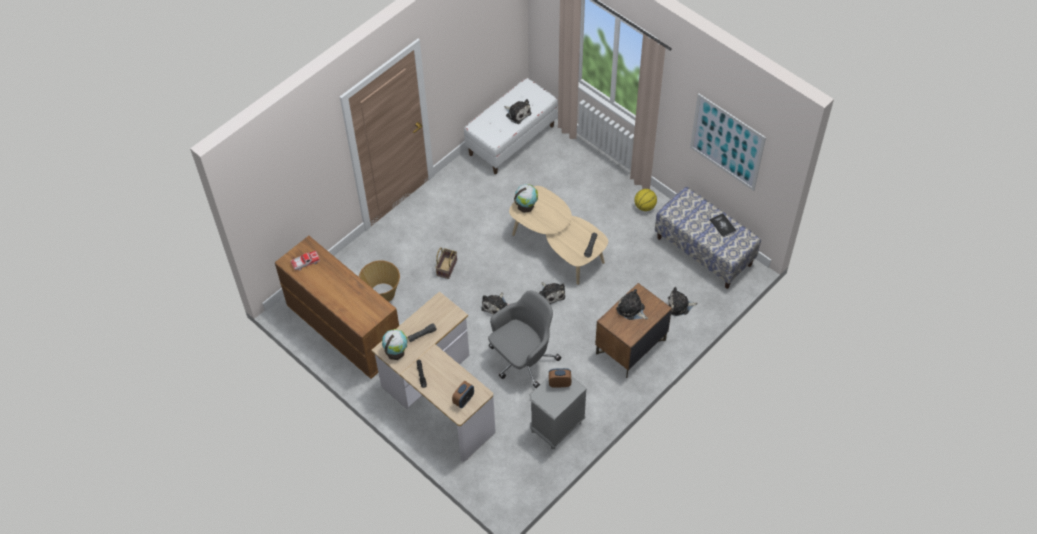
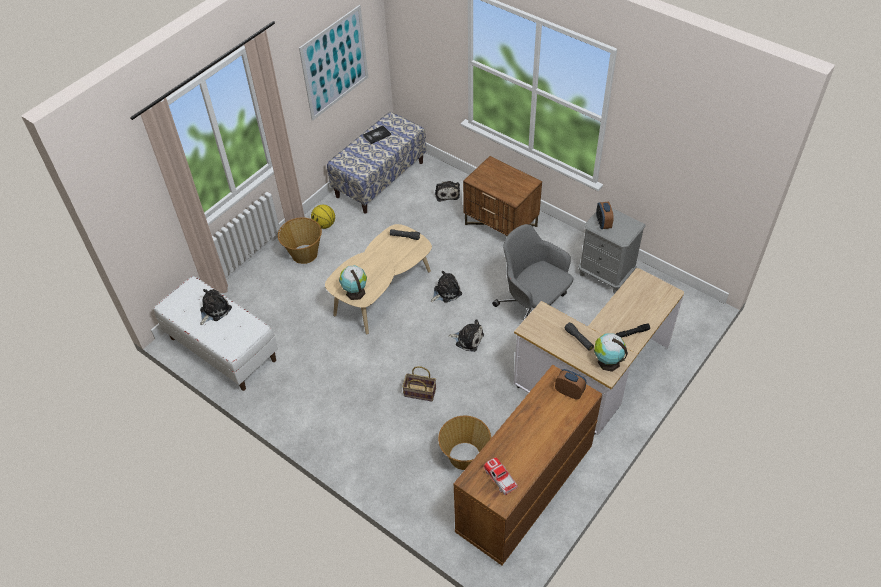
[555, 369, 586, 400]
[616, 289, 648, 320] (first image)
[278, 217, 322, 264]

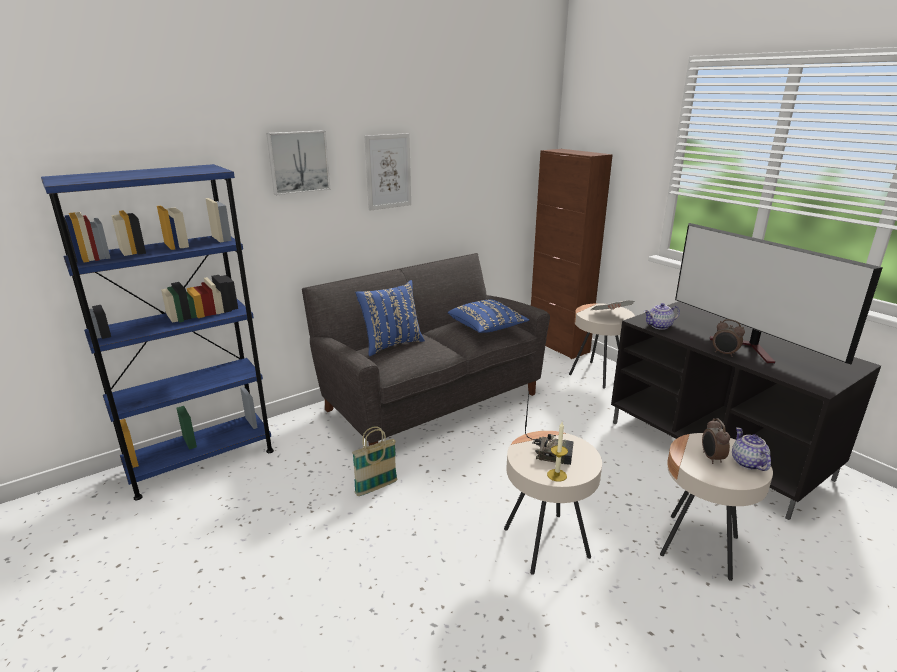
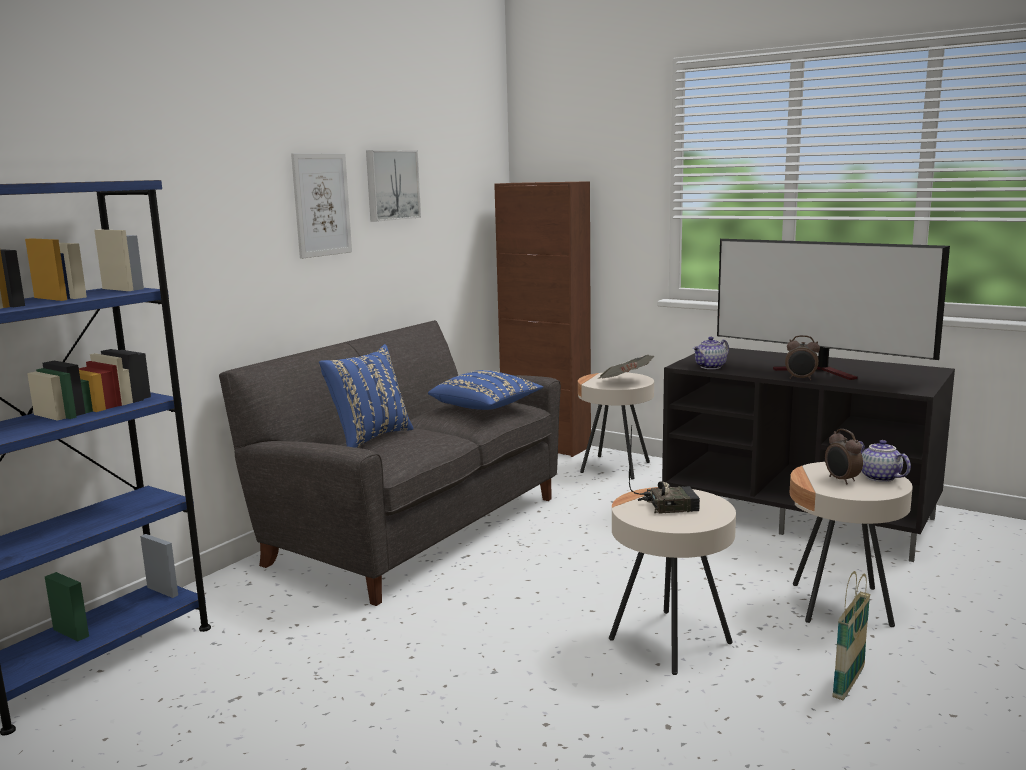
[366, 150, 421, 222]
[832, 571, 870, 700]
[547, 422, 568, 482] (first image)

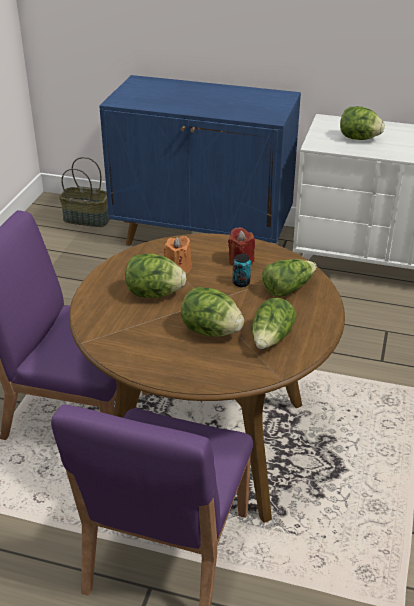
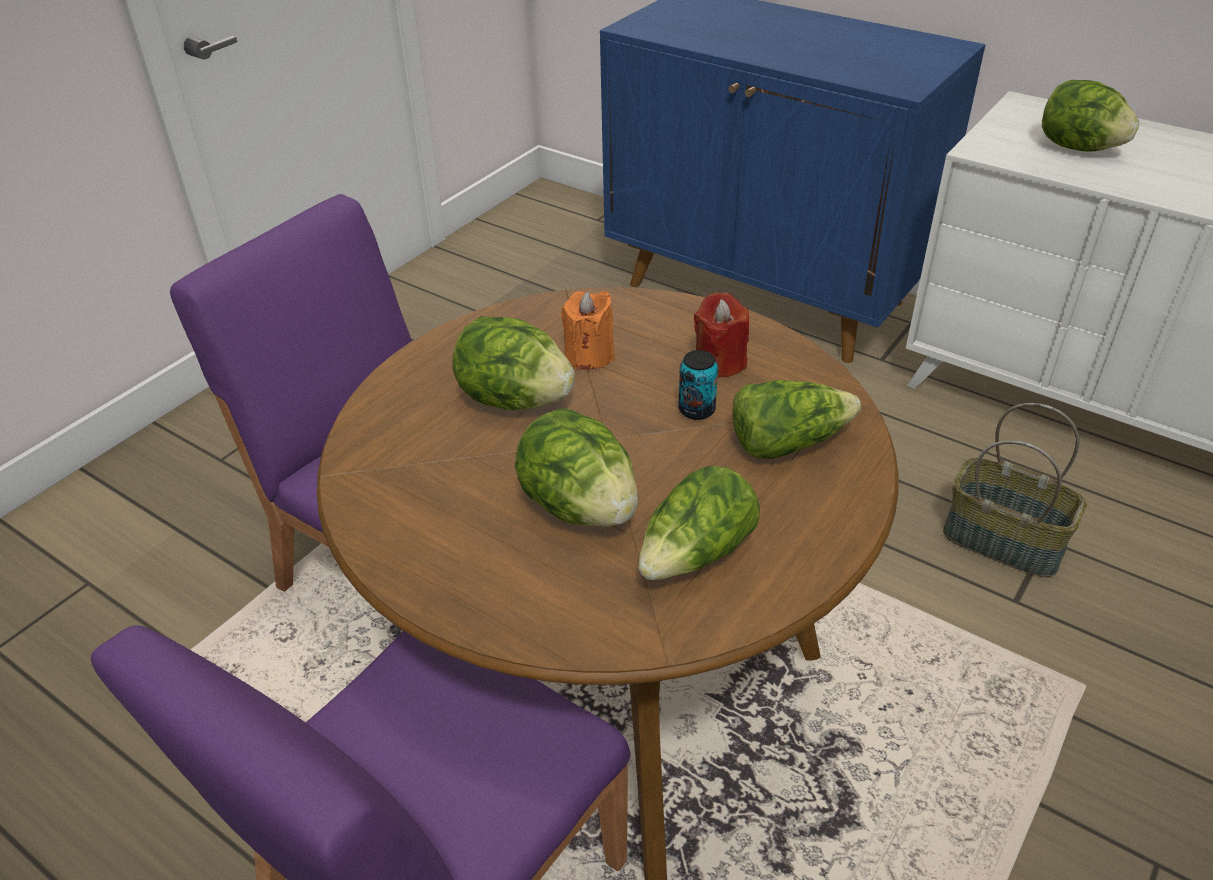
[943, 403, 1087, 578]

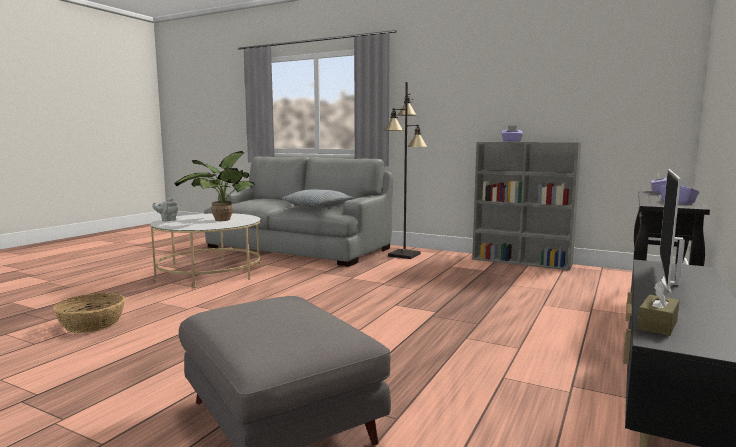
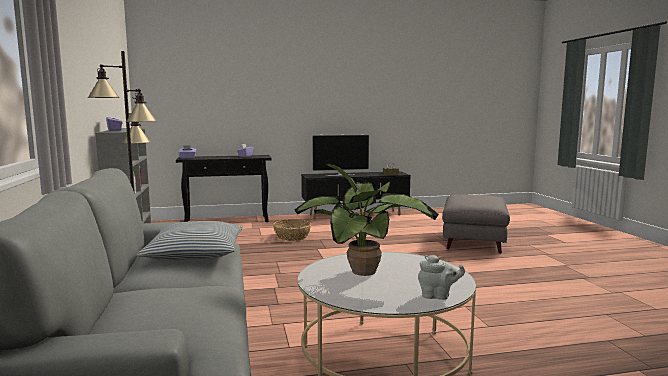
[273, 219, 311, 241]

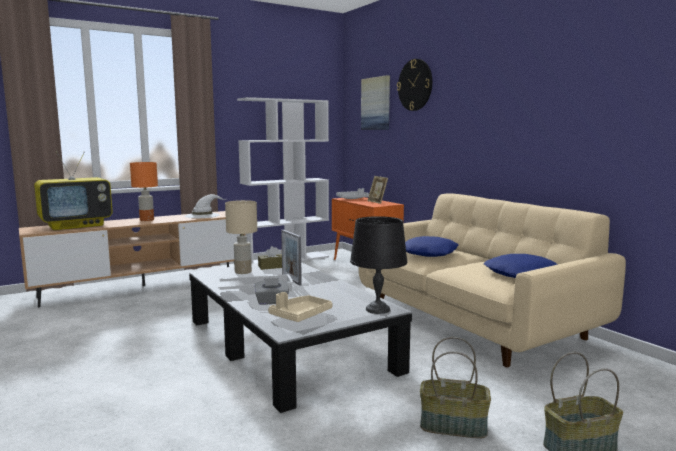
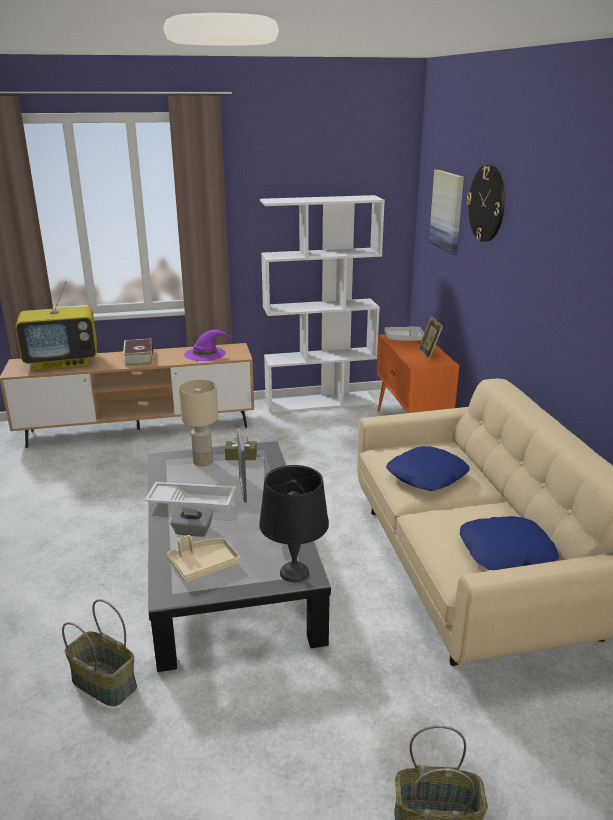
[123, 338, 153, 366]
[184, 330, 233, 361]
[62, 599, 137, 707]

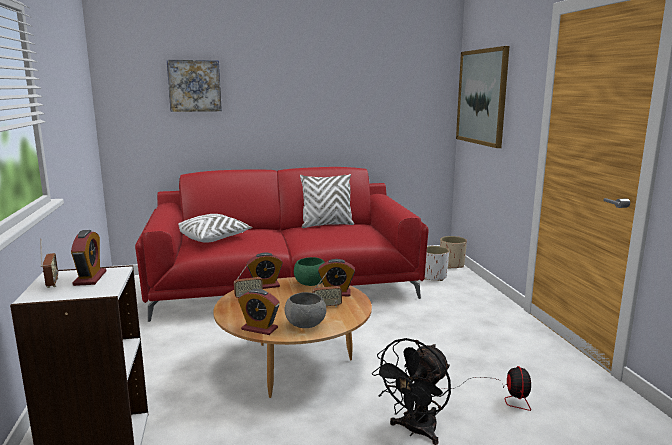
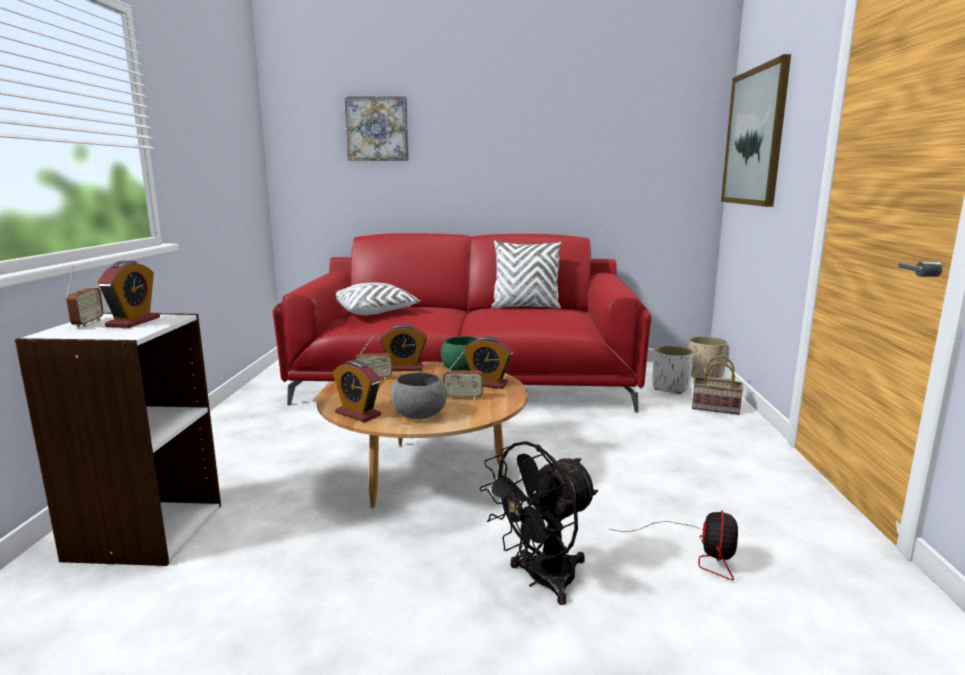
[692, 356, 743, 415]

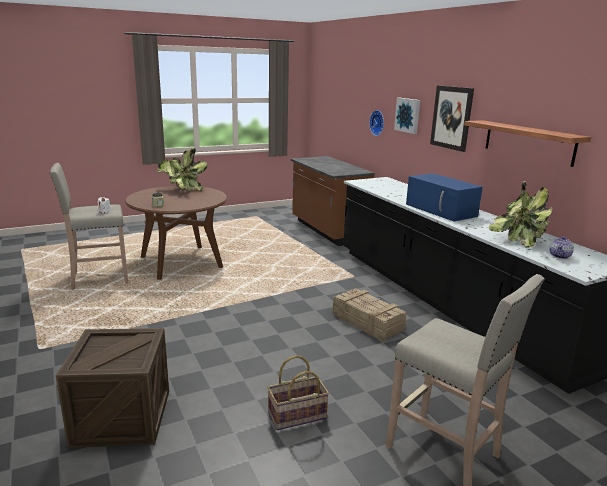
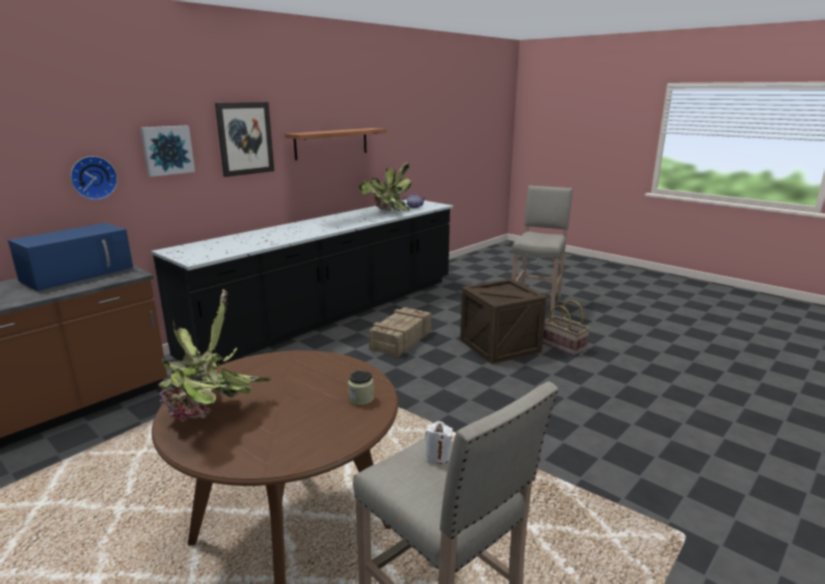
[460, 279, 547, 364]
[8, 223, 133, 291]

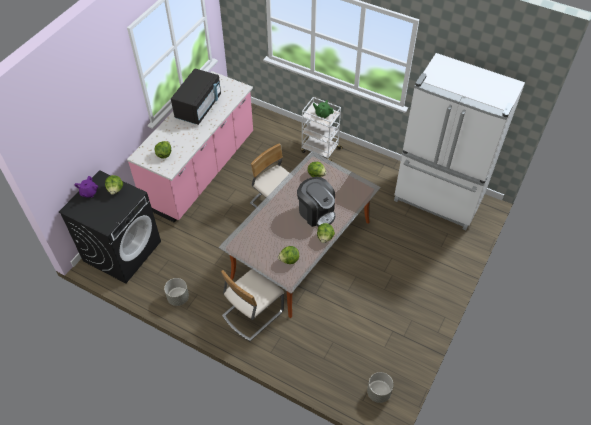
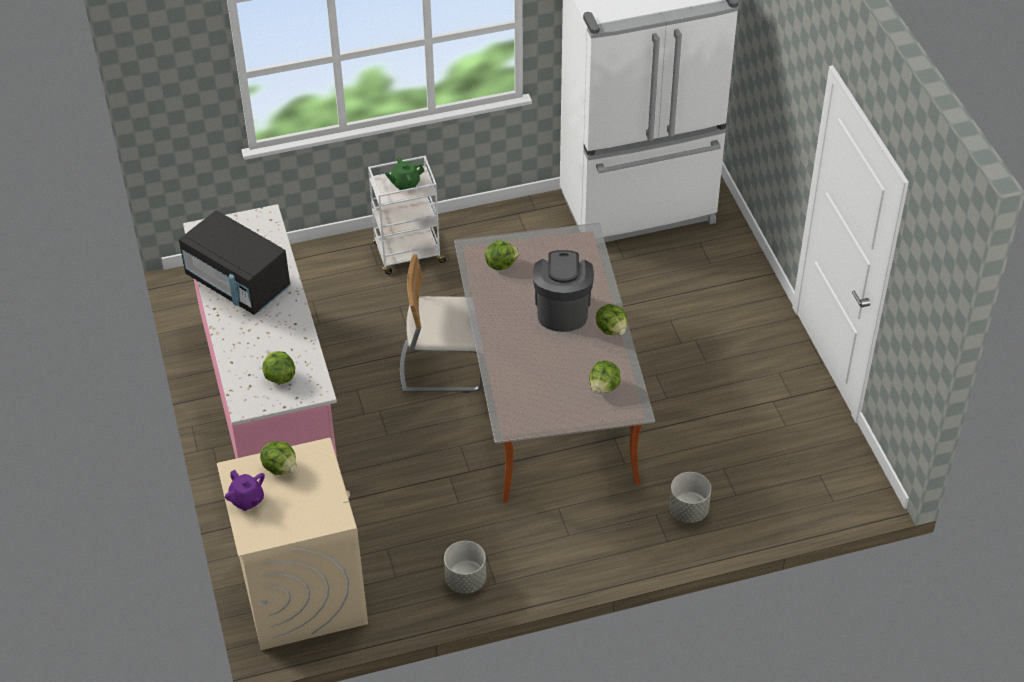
[217, 438, 368, 650]
[179, 210, 291, 315]
[221, 269, 284, 341] (first image)
[533, 250, 594, 332]
[669, 472, 711, 523]

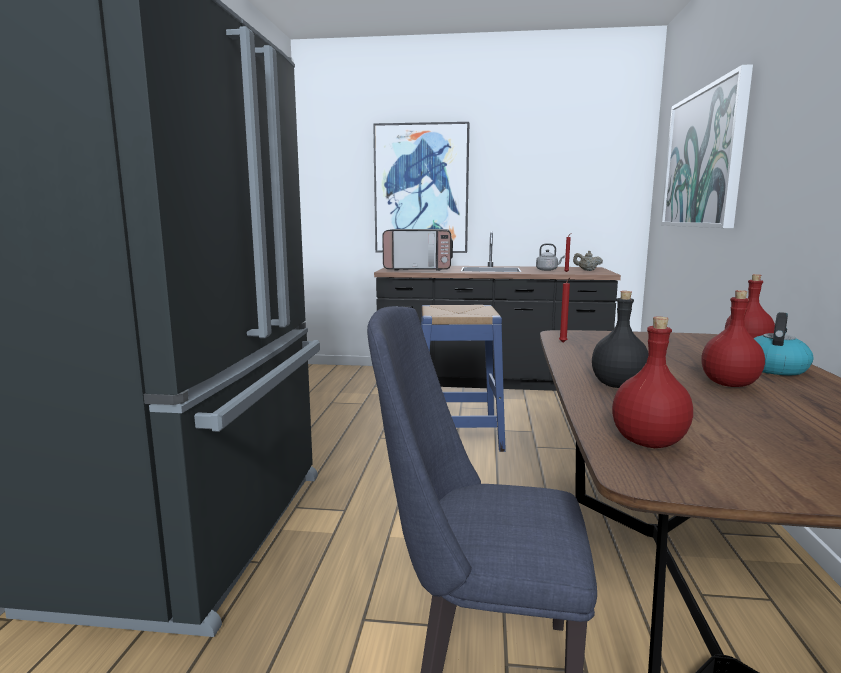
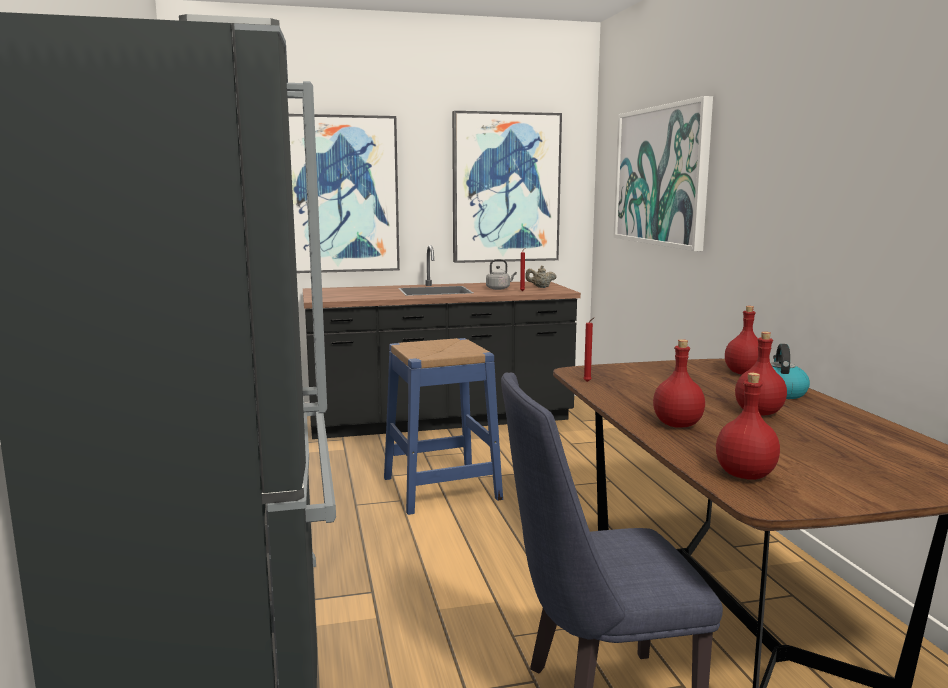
[382, 229, 453, 271] (first image)
[653, 339, 705, 428]
[452, 111, 562, 263]

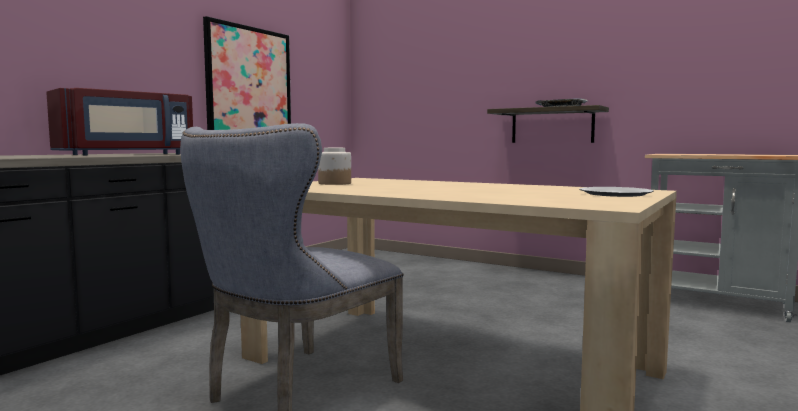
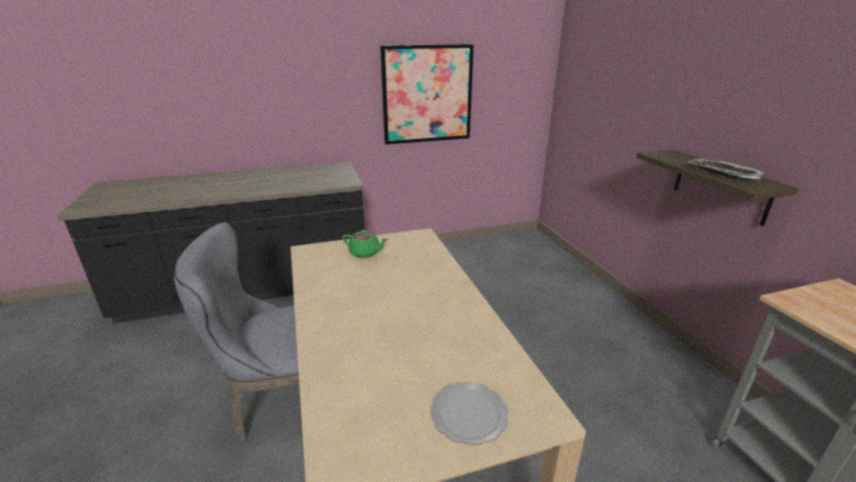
[46, 88, 193, 156] (first image)
[342, 230, 388, 258]

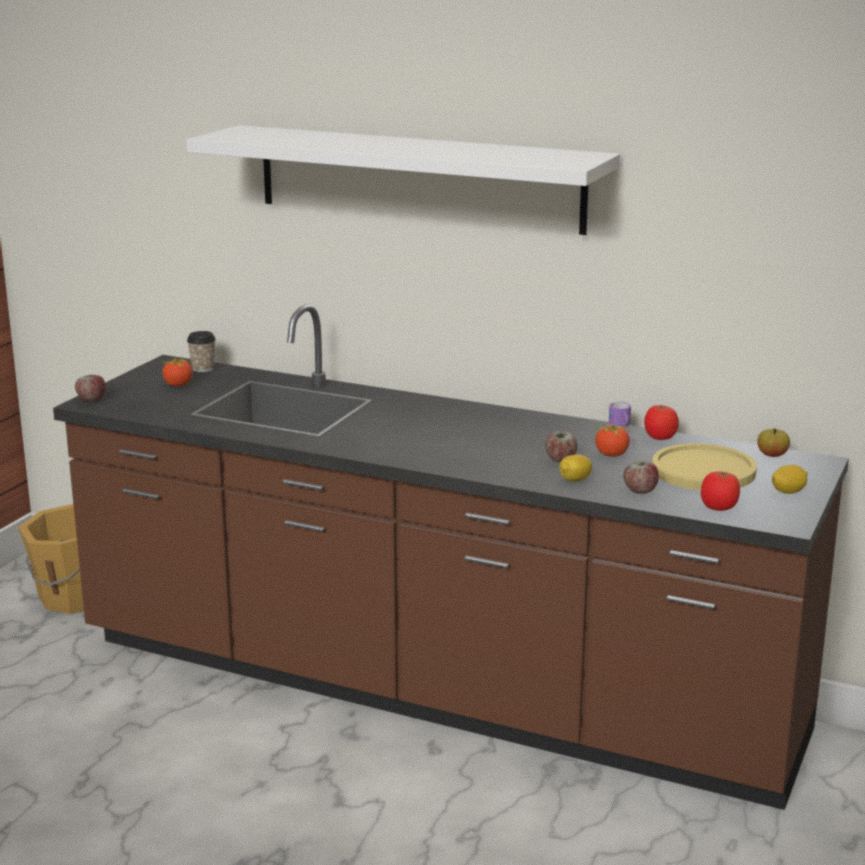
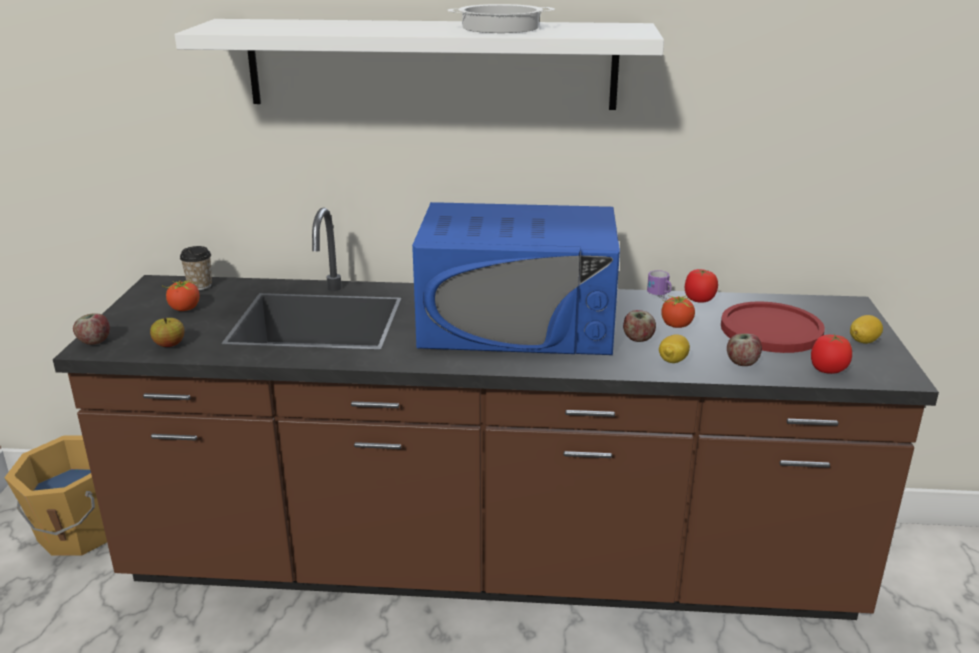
[721, 301, 825, 353]
[150, 318, 185, 347]
[412, 202, 620, 355]
[447, 4, 555, 33]

